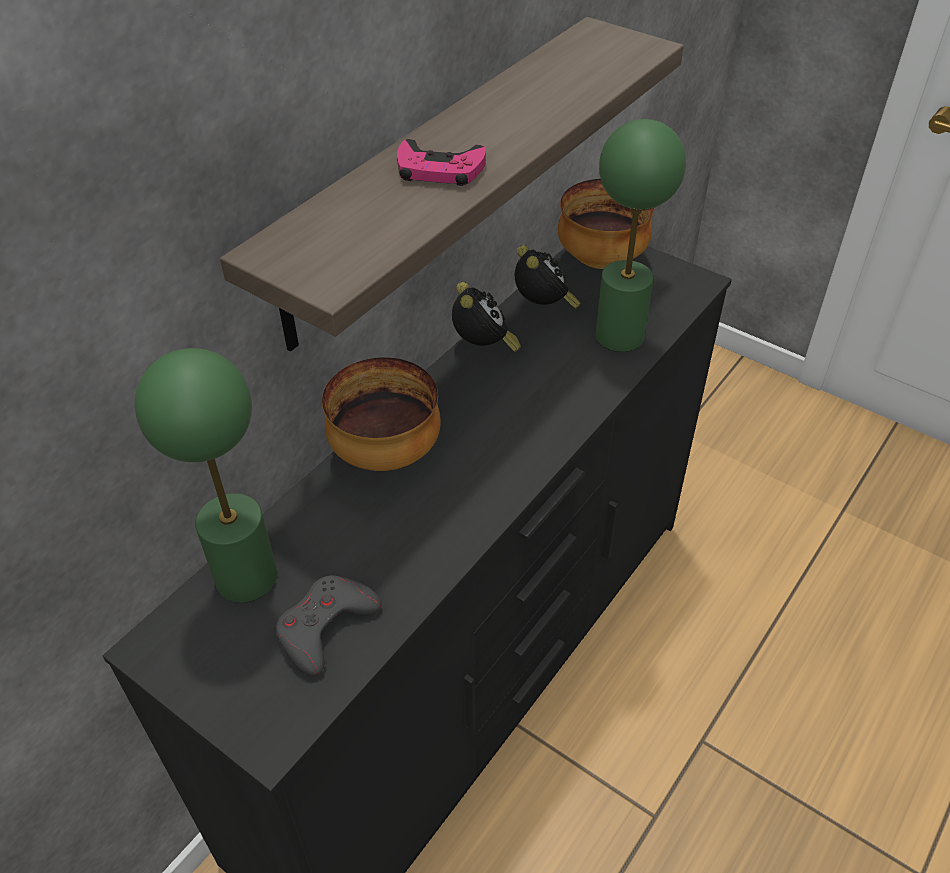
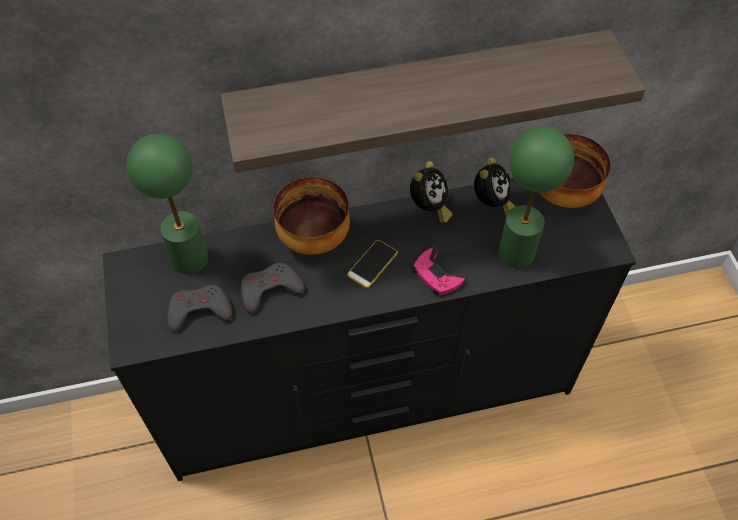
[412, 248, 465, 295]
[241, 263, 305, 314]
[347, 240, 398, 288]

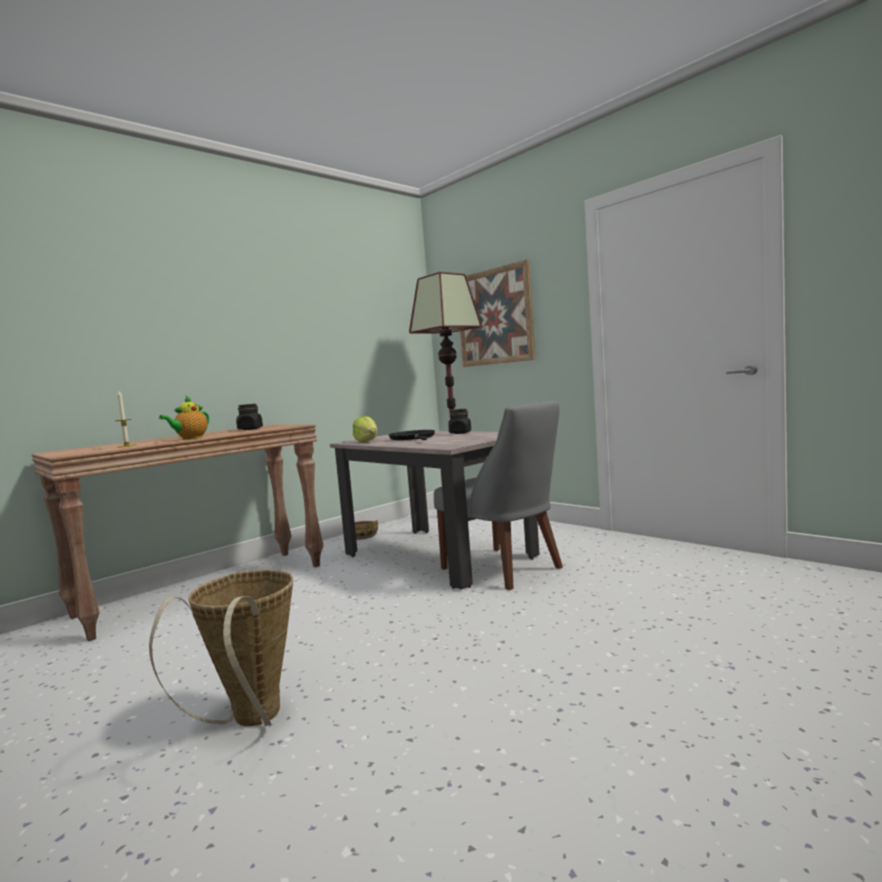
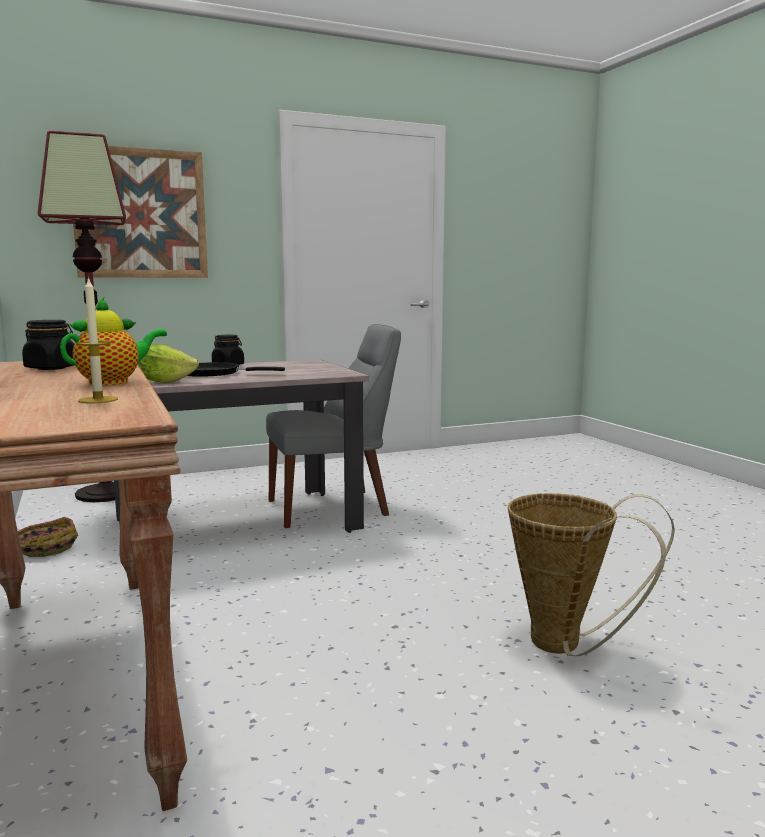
[60, 297, 167, 385]

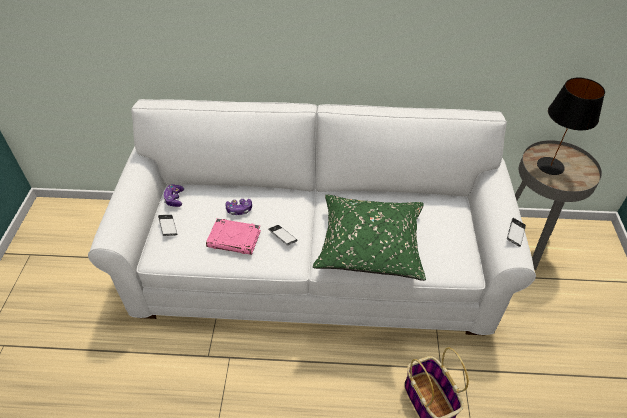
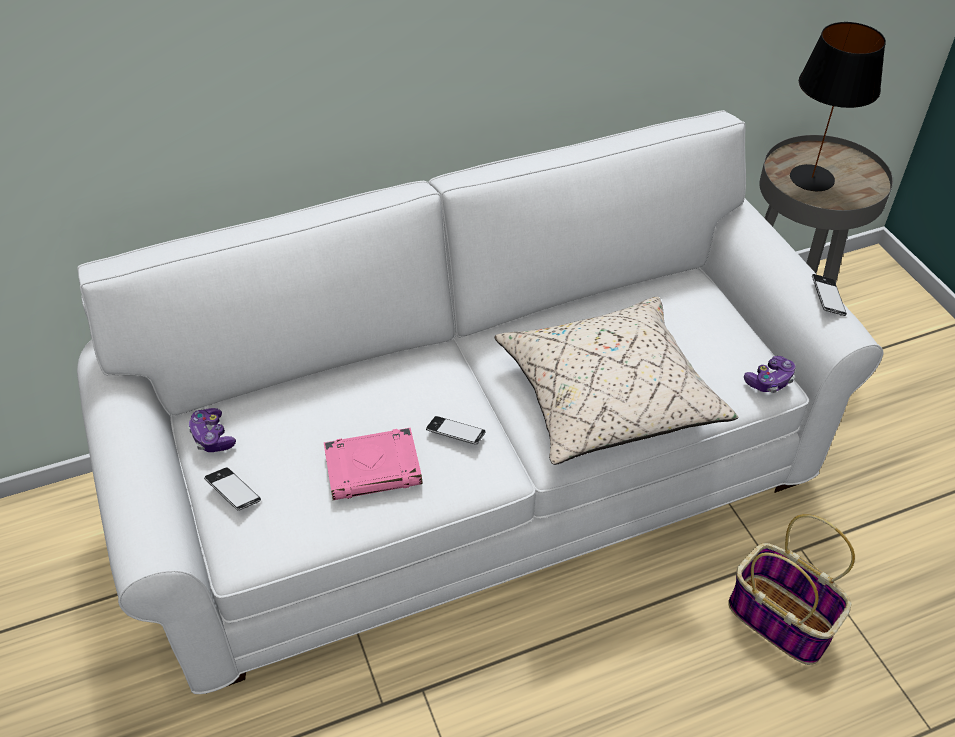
[744, 356, 796, 393]
[494, 297, 738, 465]

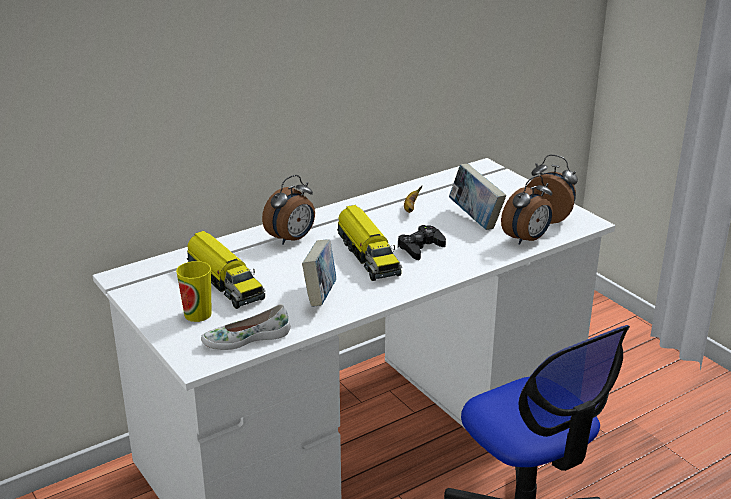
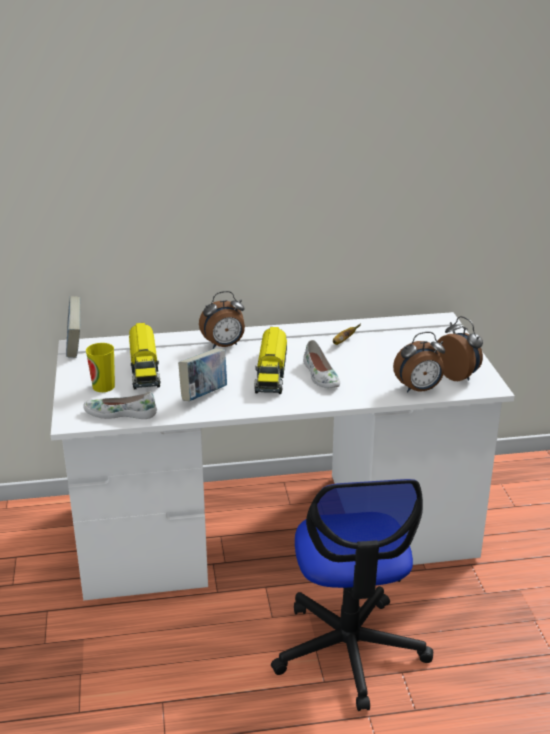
[303, 340, 340, 388]
[66, 296, 80, 358]

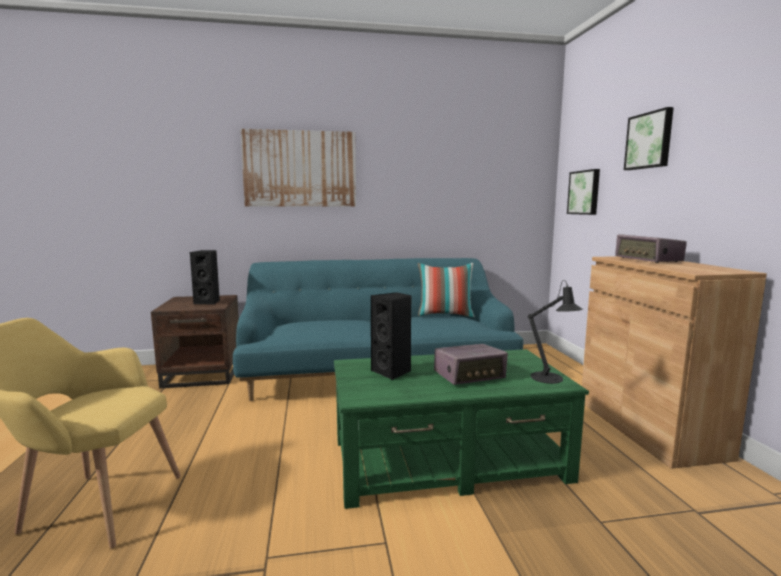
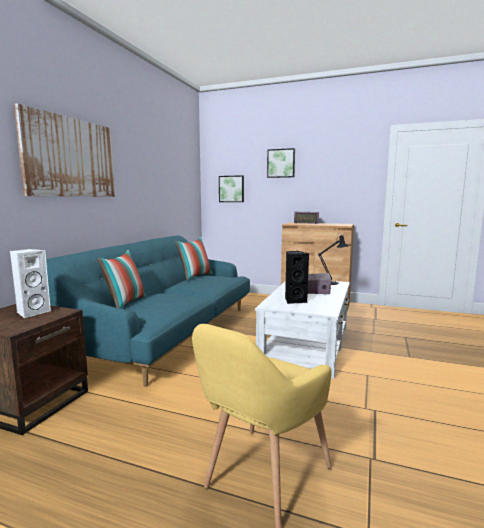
[10, 249, 51, 318]
[255, 281, 350, 379]
[97, 250, 146, 309]

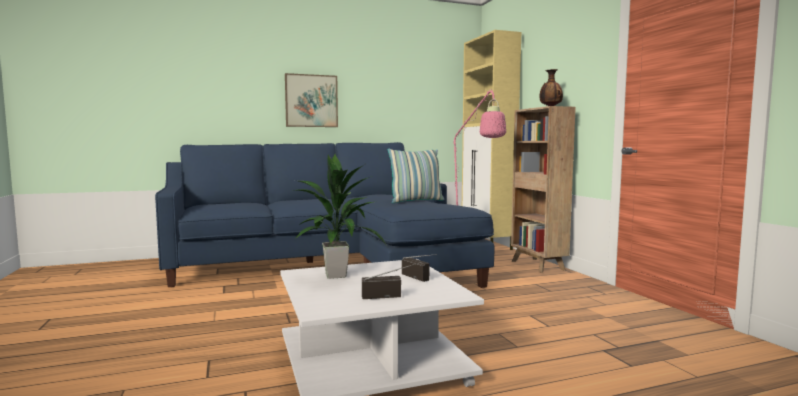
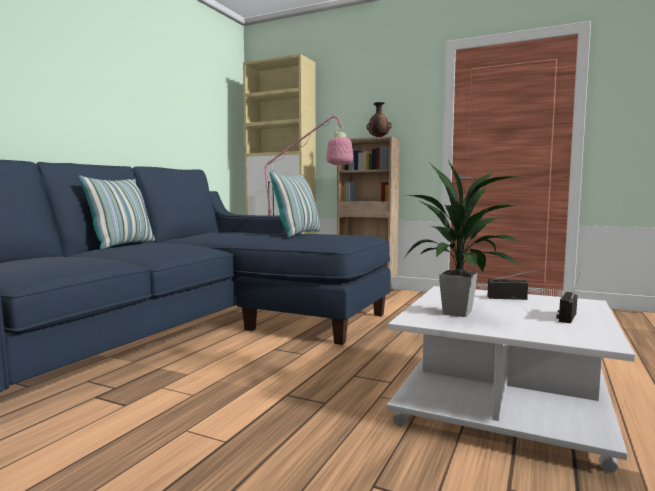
[285, 73, 338, 127] (first image)
[79, 175, 155, 250]

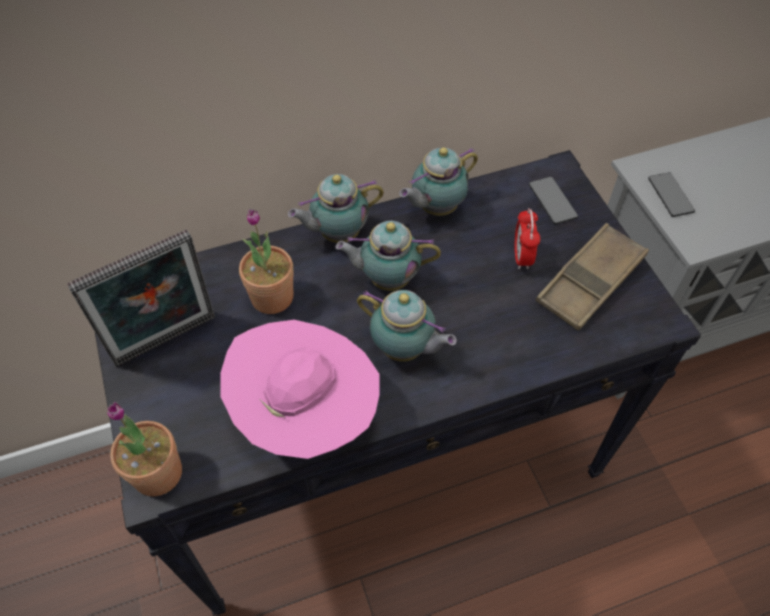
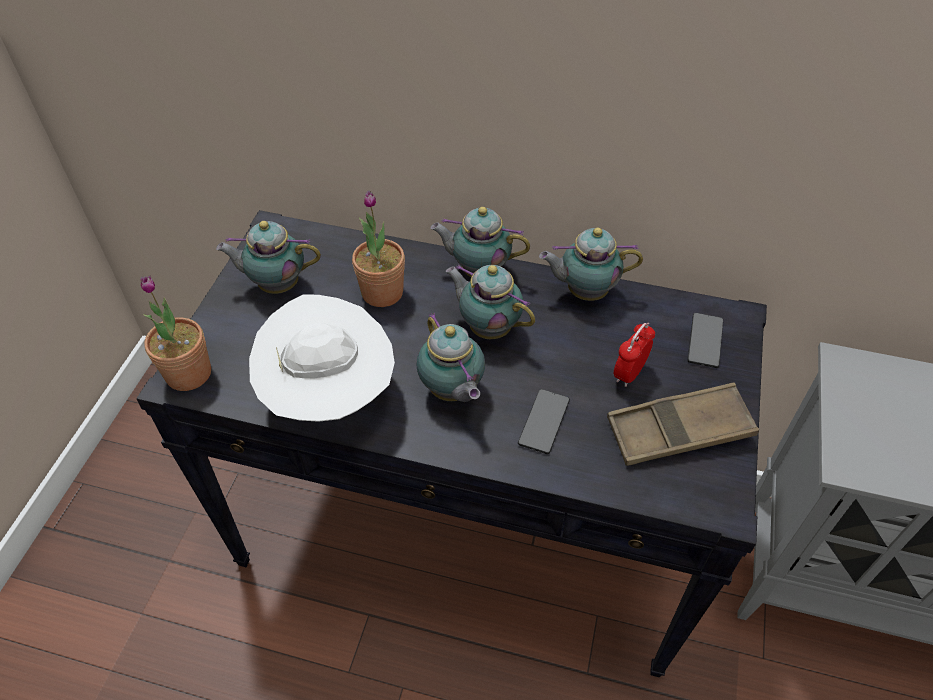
[216, 221, 321, 294]
[249, 294, 395, 422]
[518, 389, 570, 454]

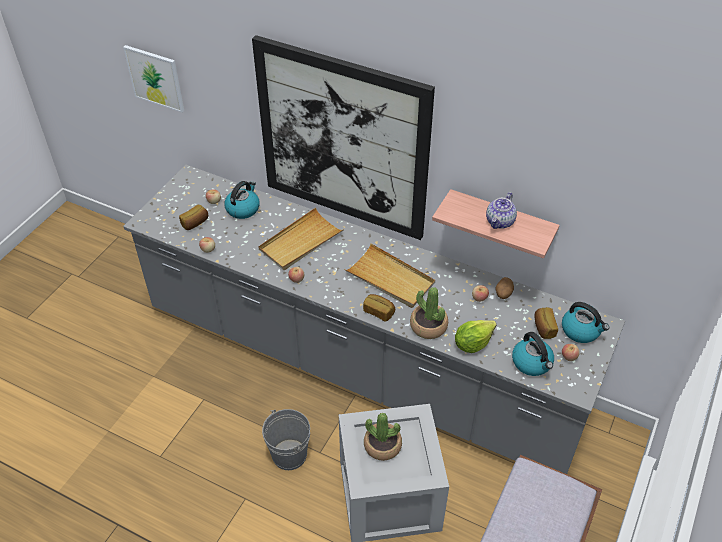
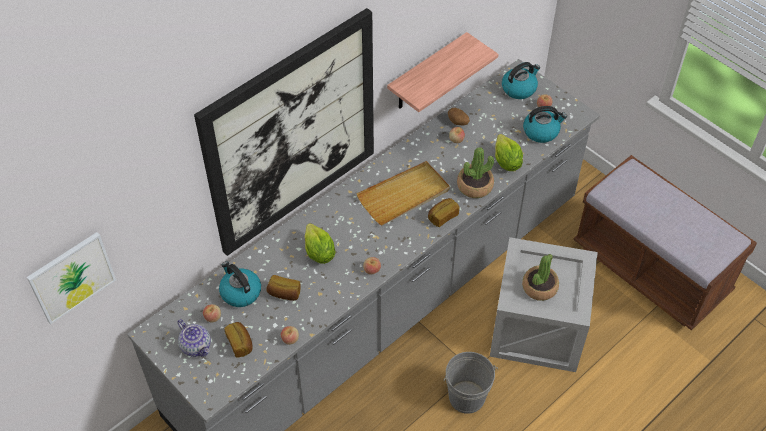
[305, 223, 336, 264]
[177, 319, 211, 357]
[266, 275, 301, 301]

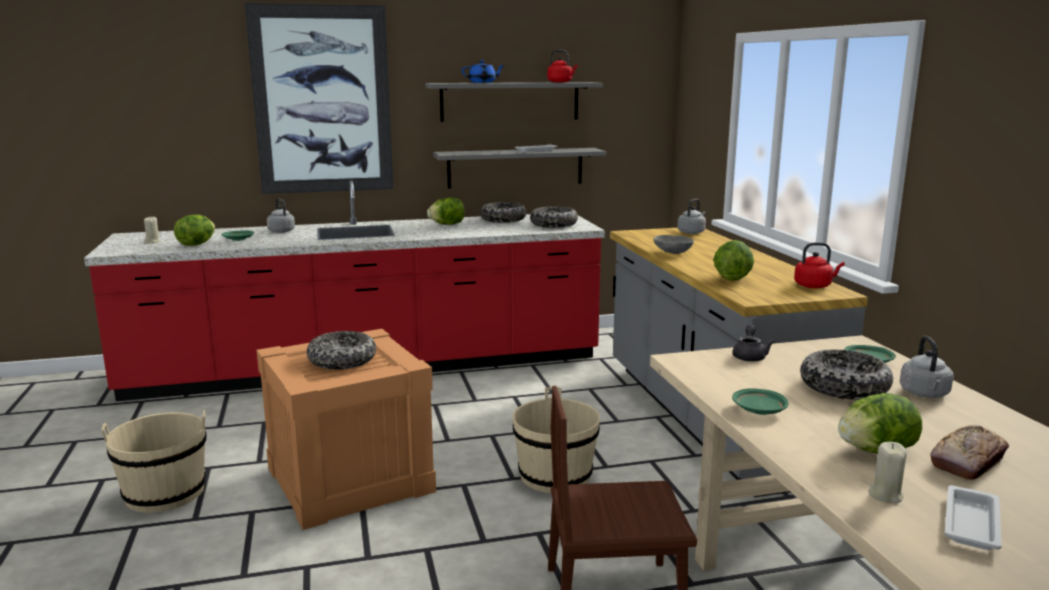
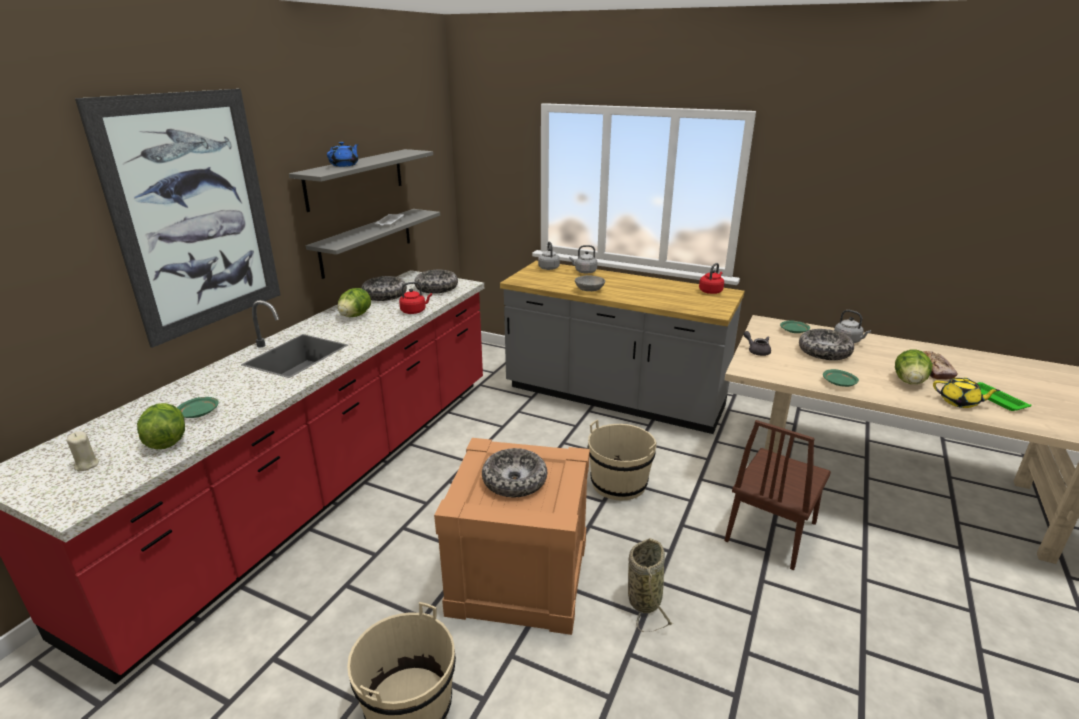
[569, 245, 597, 274]
[399, 282, 432, 314]
[713, 240, 754, 281] (first image)
[933, 377, 1000, 408]
[977, 382, 1031, 411]
[628, 538, 673, 632]

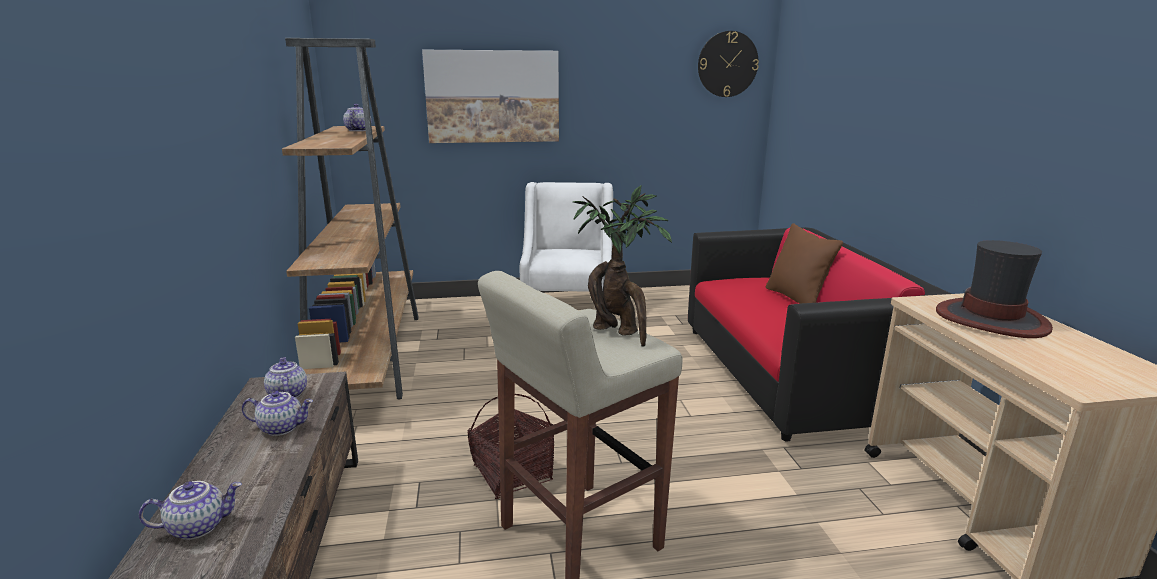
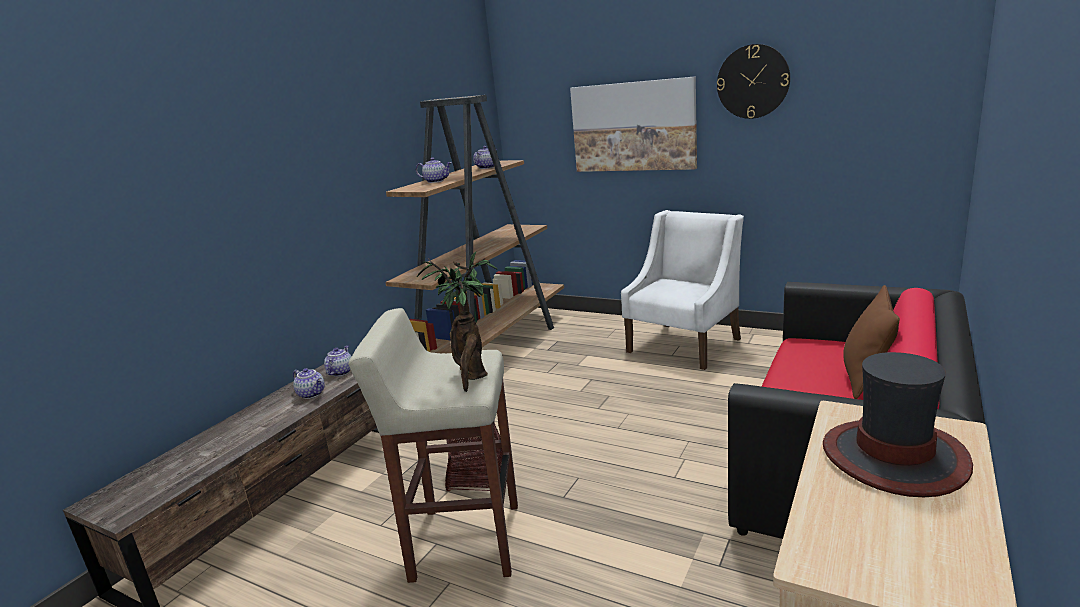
[416, 158, 452, 183]
[717, 44, 790, 119]

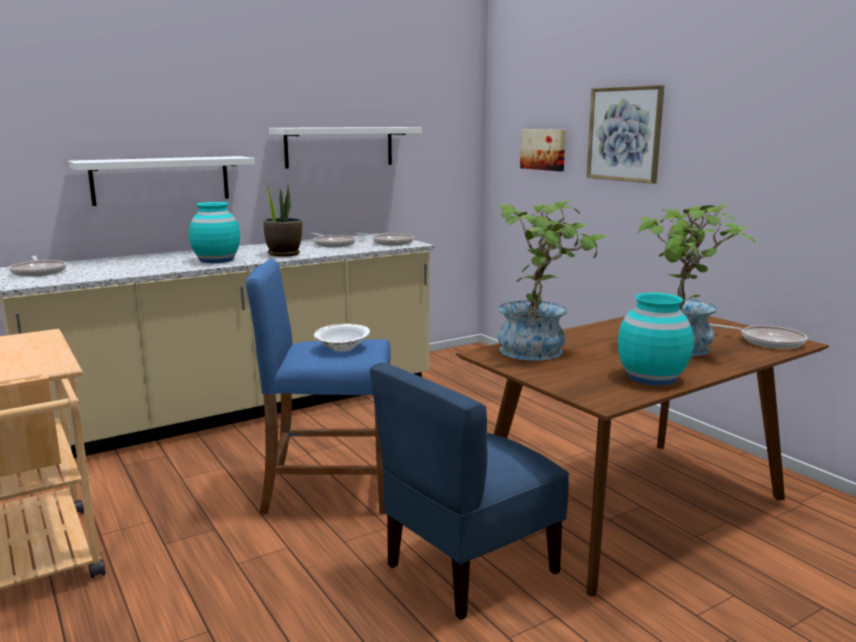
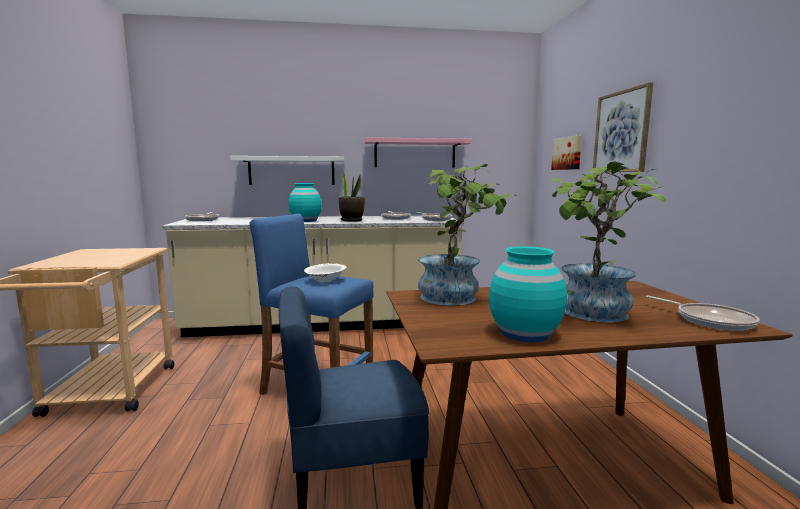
[364, 137, 472, 168]

